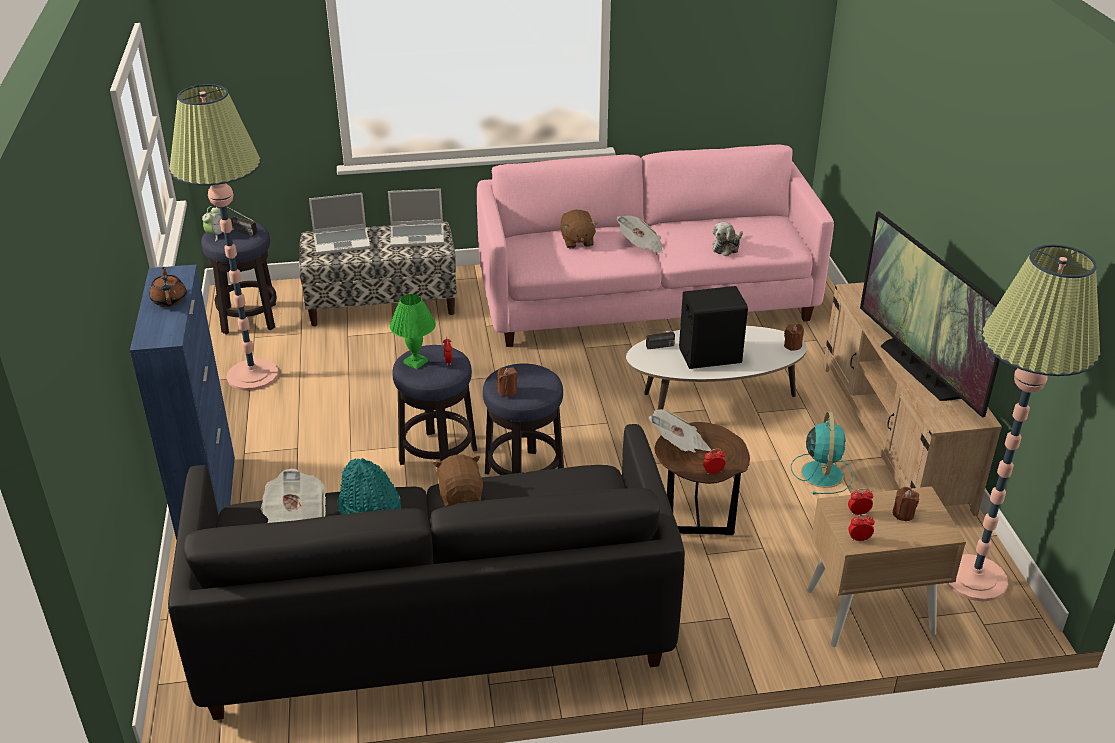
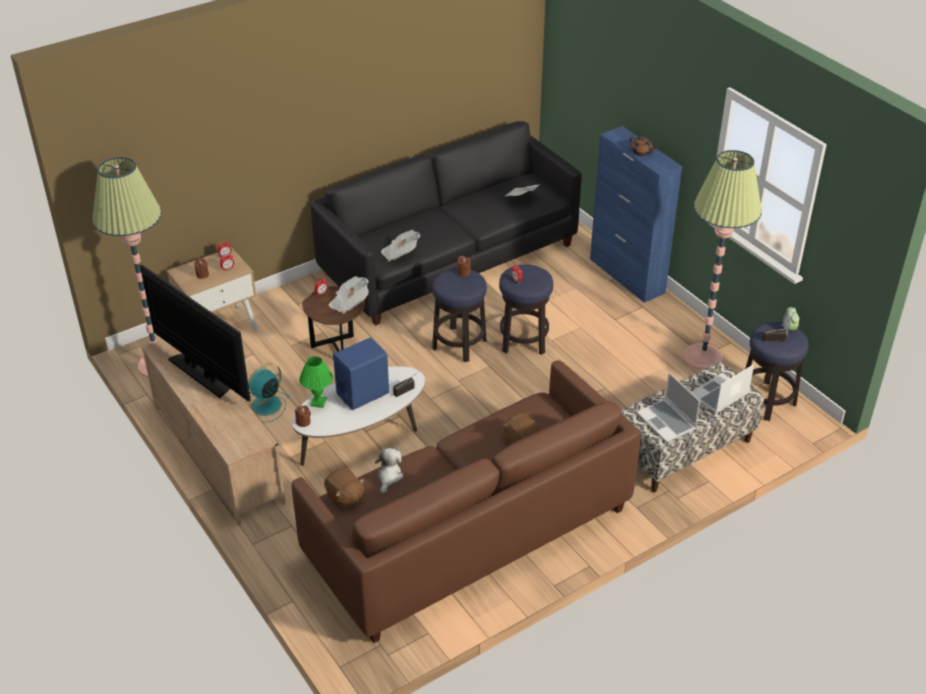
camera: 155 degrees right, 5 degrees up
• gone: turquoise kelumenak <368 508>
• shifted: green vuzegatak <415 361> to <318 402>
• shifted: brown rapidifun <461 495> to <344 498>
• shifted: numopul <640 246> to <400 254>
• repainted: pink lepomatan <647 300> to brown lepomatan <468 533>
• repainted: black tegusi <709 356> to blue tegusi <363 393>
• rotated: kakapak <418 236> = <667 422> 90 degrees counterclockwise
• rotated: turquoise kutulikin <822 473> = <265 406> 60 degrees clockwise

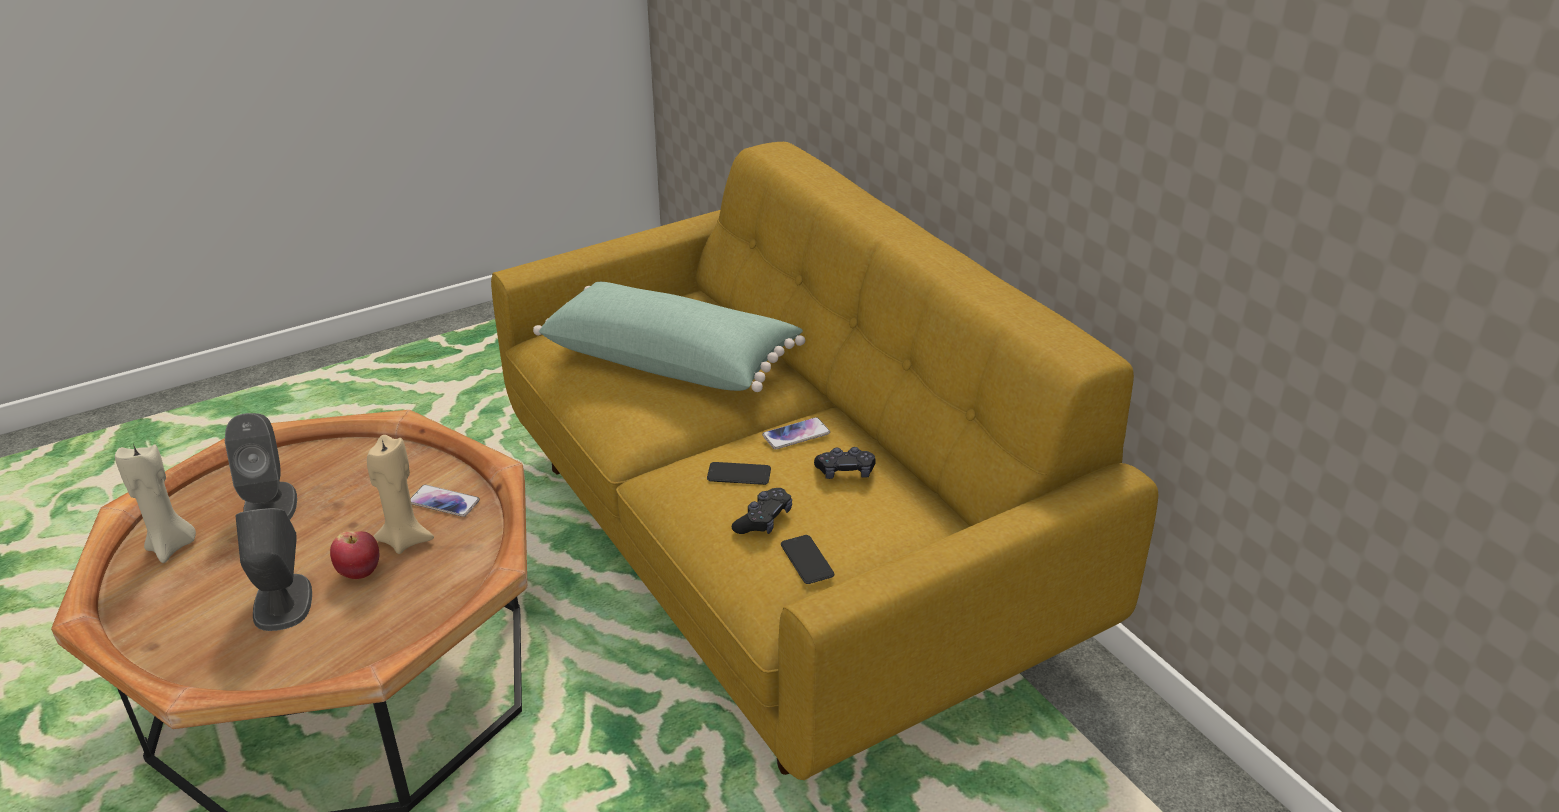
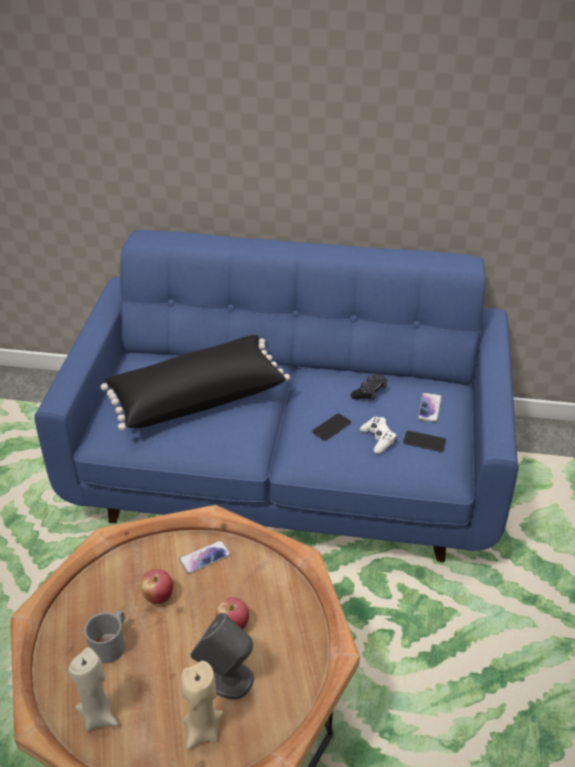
camera: 50 degrees left, 5 degrees up
• new: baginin <158 597>
• shifted: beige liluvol <405 540> to <202 730>
• shifted: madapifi <796 435> to <429 408>
• swapped: grey tegusi <270 505> to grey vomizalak <111 643>
• repainted: yellow lepomatan <782 551> to blue lepomatan <288 470>
• repainted: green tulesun <671 360> to black tulesun <196 397>
• repainted: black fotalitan <763 520> to white fotalitan <378 439>

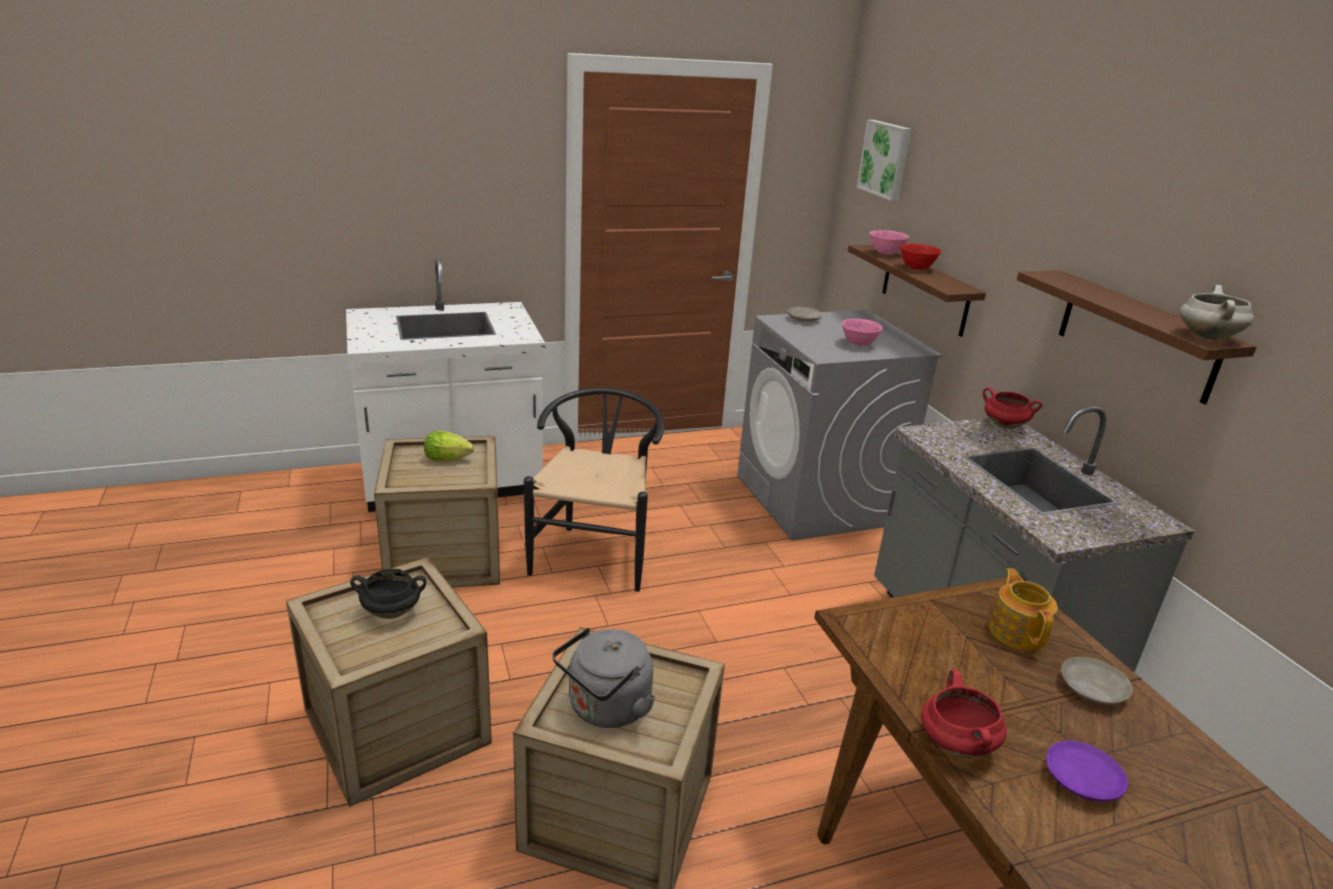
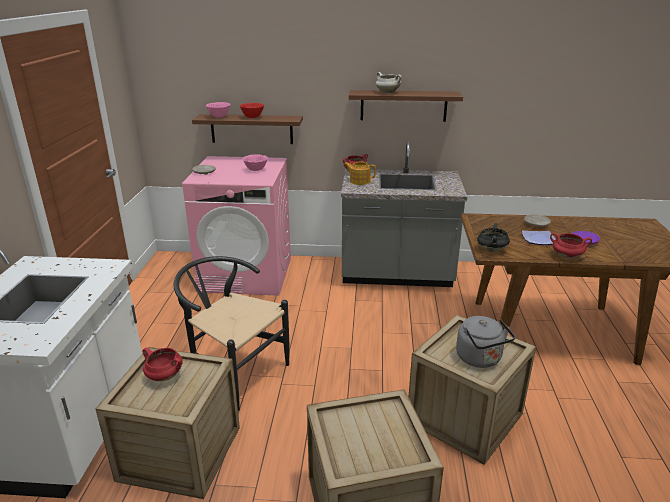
camera: 65 degrees left, 0 degrees up
• gone: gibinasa <886 159>
• new: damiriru <538 239>
• shifted: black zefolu <392 611> to <491 250>
• shifted: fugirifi <1017 631> to <359 181>
• shifted: white zefolu <1206 337> to <387 93>
• swapped: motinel <450 459> to red zefolu <164 376>
• repainted: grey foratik <816 500> to pink foratik <247 274>

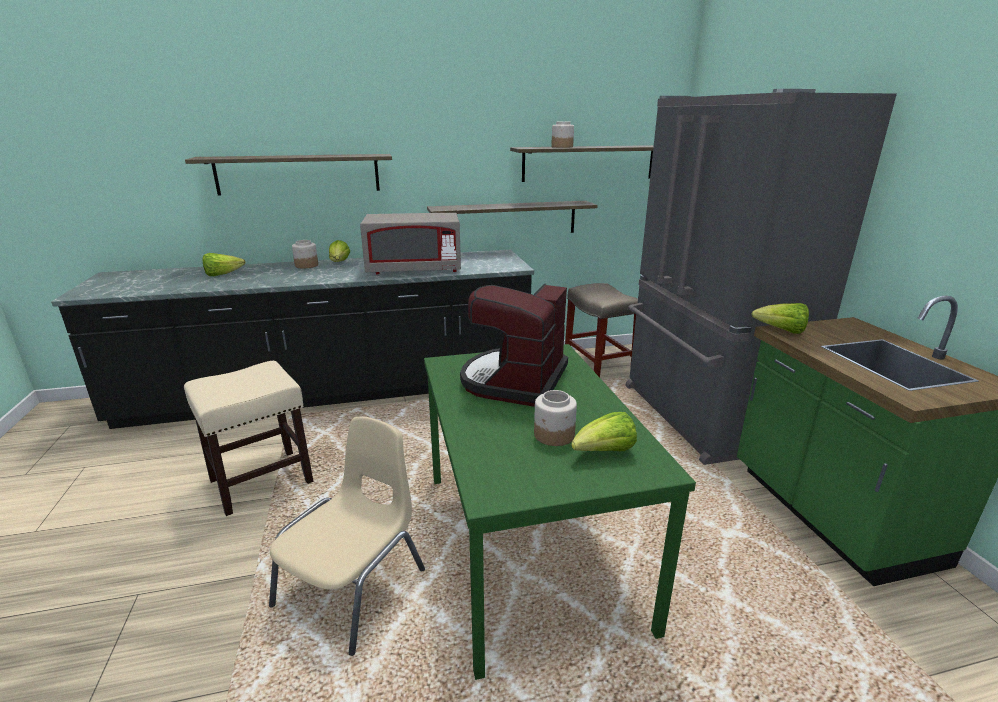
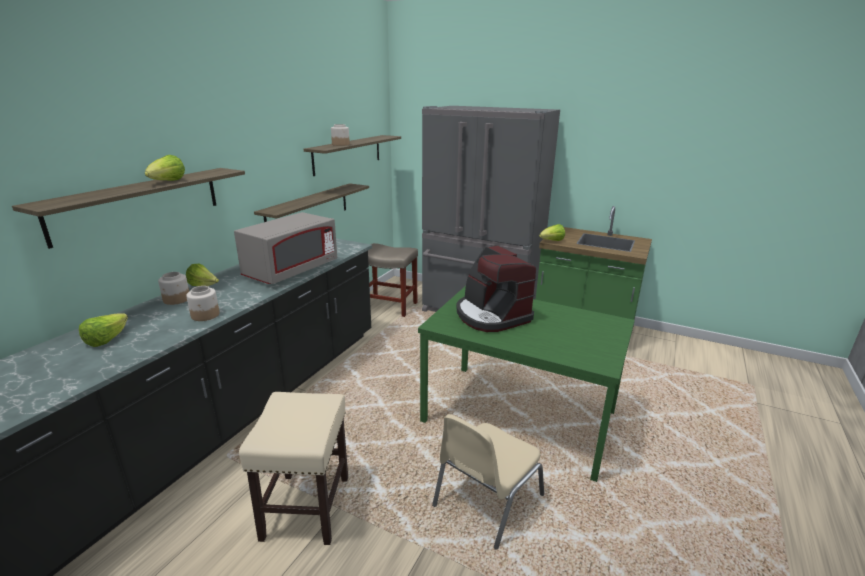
camera: 50 degrees left, 0 degrees up
• shifted: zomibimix <554 435> to <205 315>
• shifted: motinel <604 452> to <167 182>
• rotated: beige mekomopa <354 586> = <486 500> 120 degrees counterclockwise

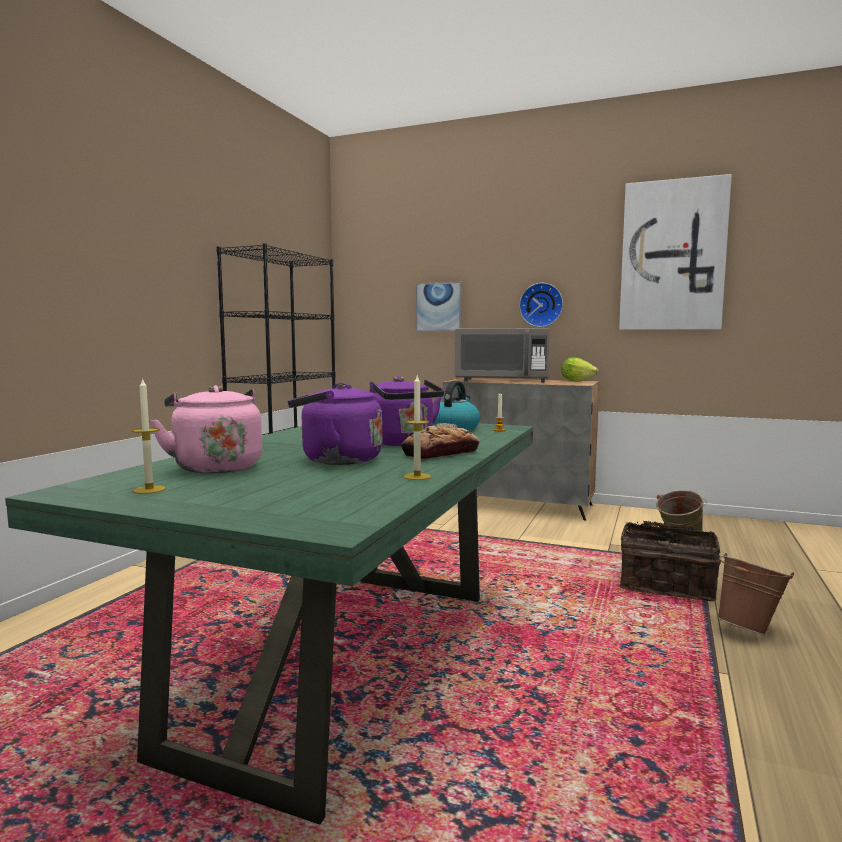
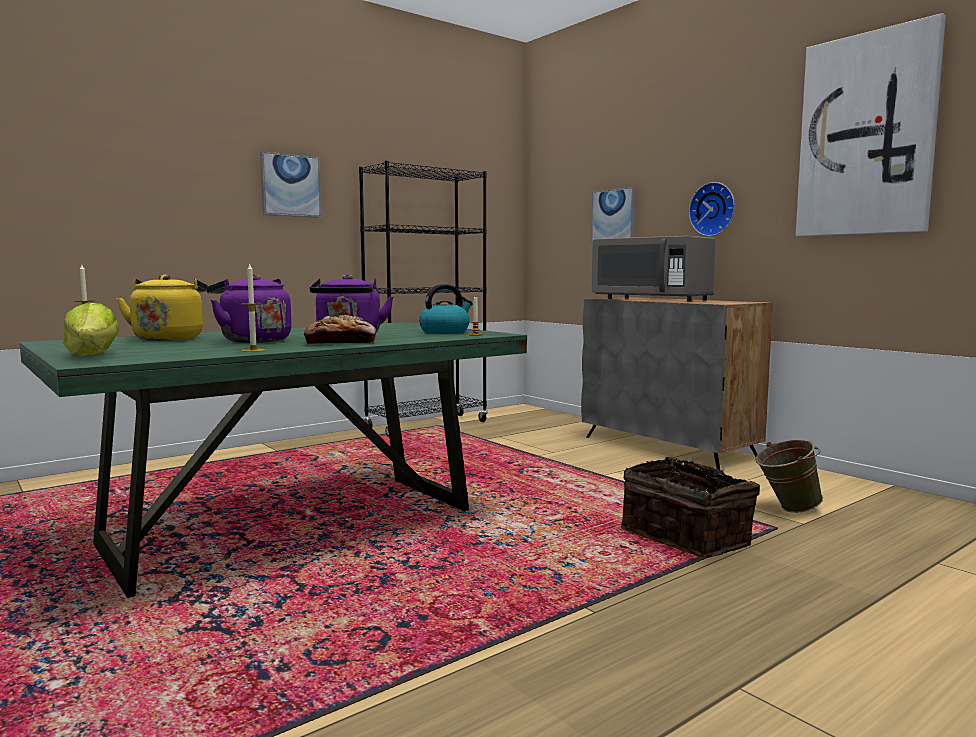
camera: 30 degrees right, 0 degrees up
• gone: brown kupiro <749 629>
• new: gibinasa <290 185>
• shifted: motinel <577 381> to <93 355>
• repainted: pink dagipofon <215 467> to yellow dagipofon <169 338>

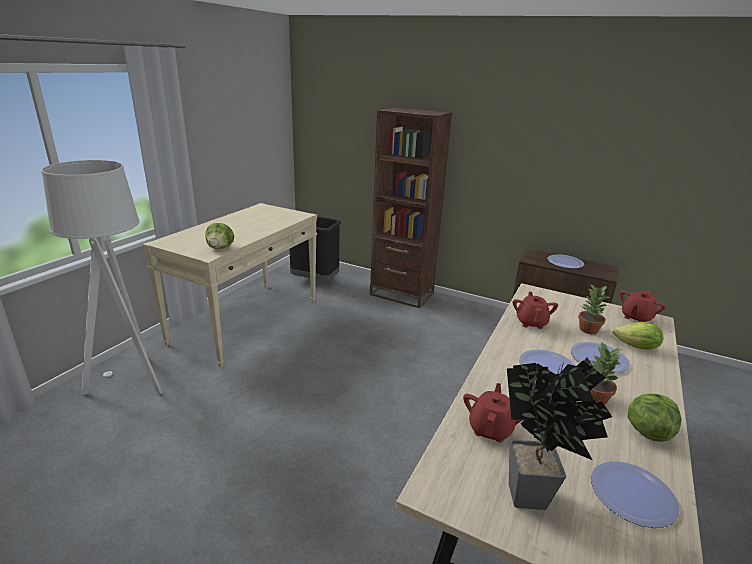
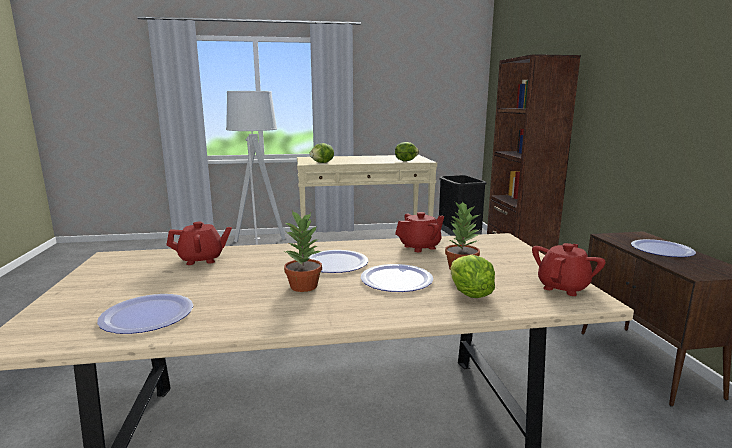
camera: 55 degrees right, 10 degrees down
• gone: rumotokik <534 499>
• shifted: motinel <647 431> to <405 161>
• rotated: red fugirifi <636 317> = <563 287> 120 degrees clockwise

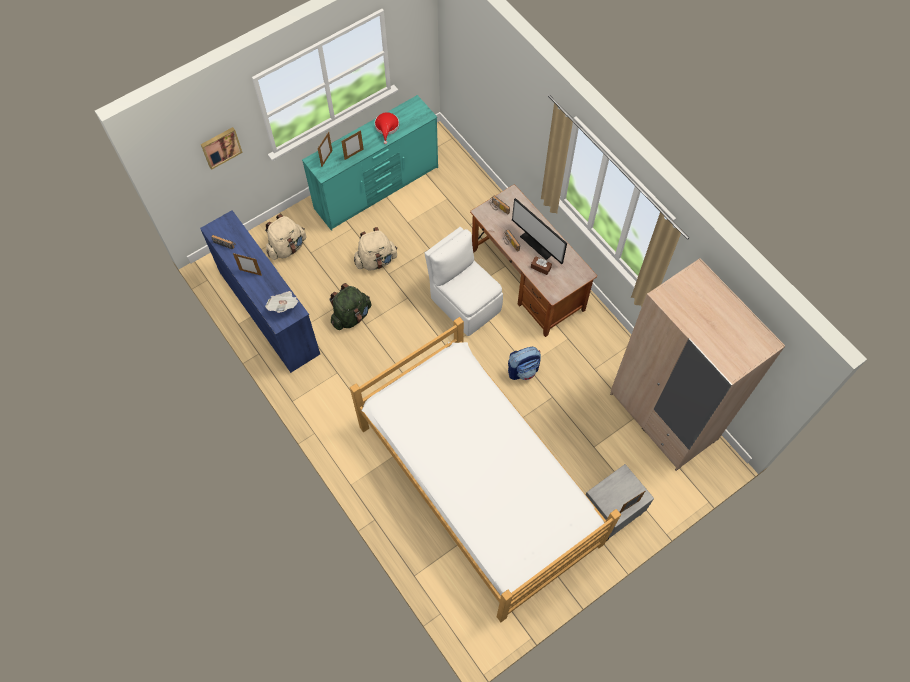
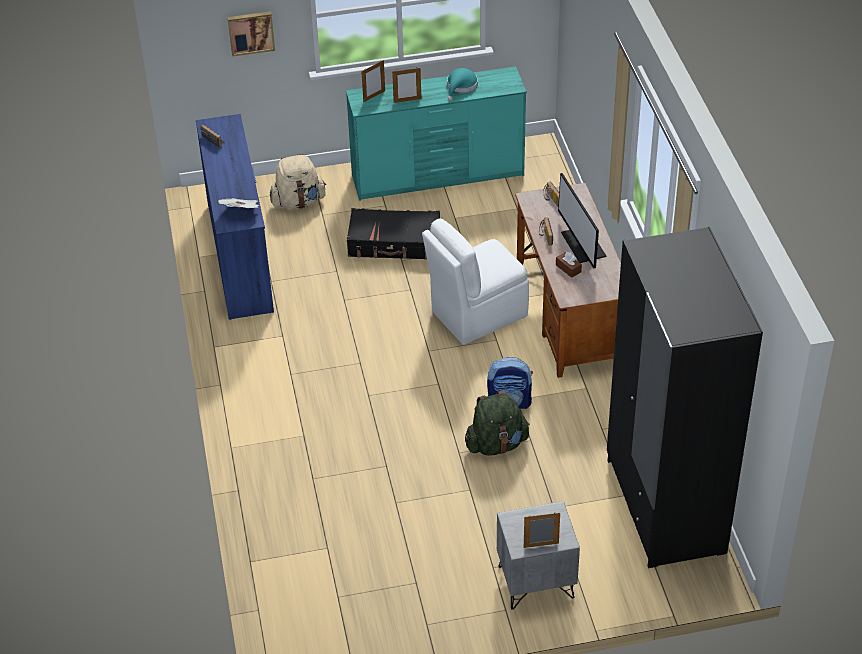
camera: 25 degrees right, 20 degrees down
• gone: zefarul <250 272>
• gone: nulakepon <478 485>
• shifted: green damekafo <351 316> to <496 444>
• swapped: beige damekafo <376 260> to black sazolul <394 243>
• repainted: red kelumenak <387 127> to turquoise kelumenak <461 86>
• repainted: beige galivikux <663 416> to black galivikux <664 506>
• rotated: white mekomopa <464 303> = <477 314> 105 degrees counterclockwise

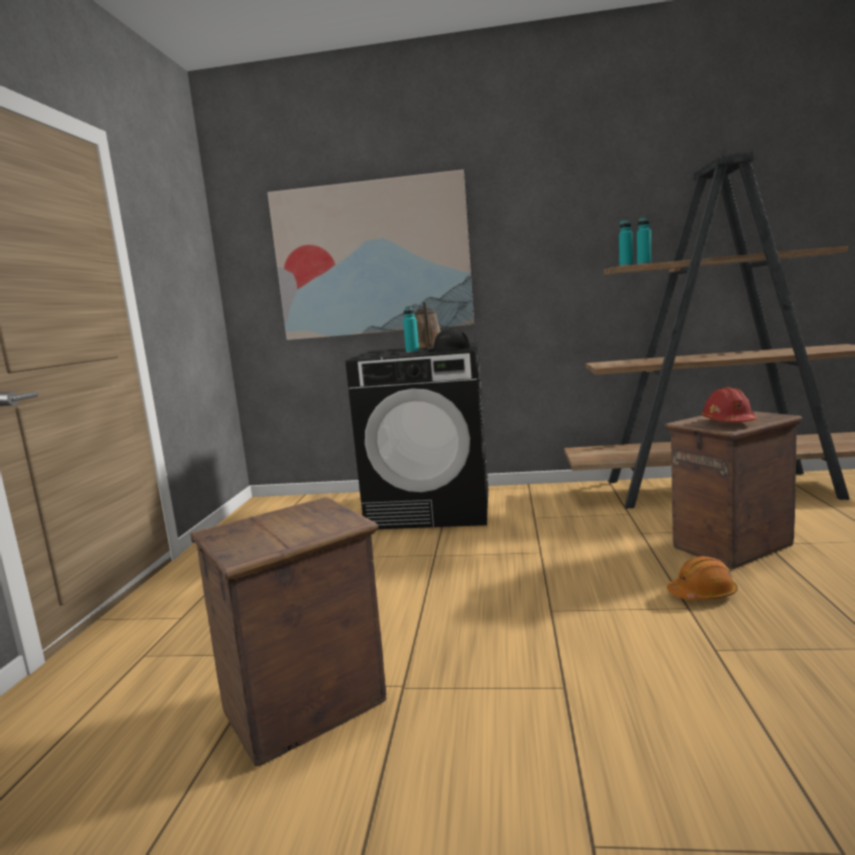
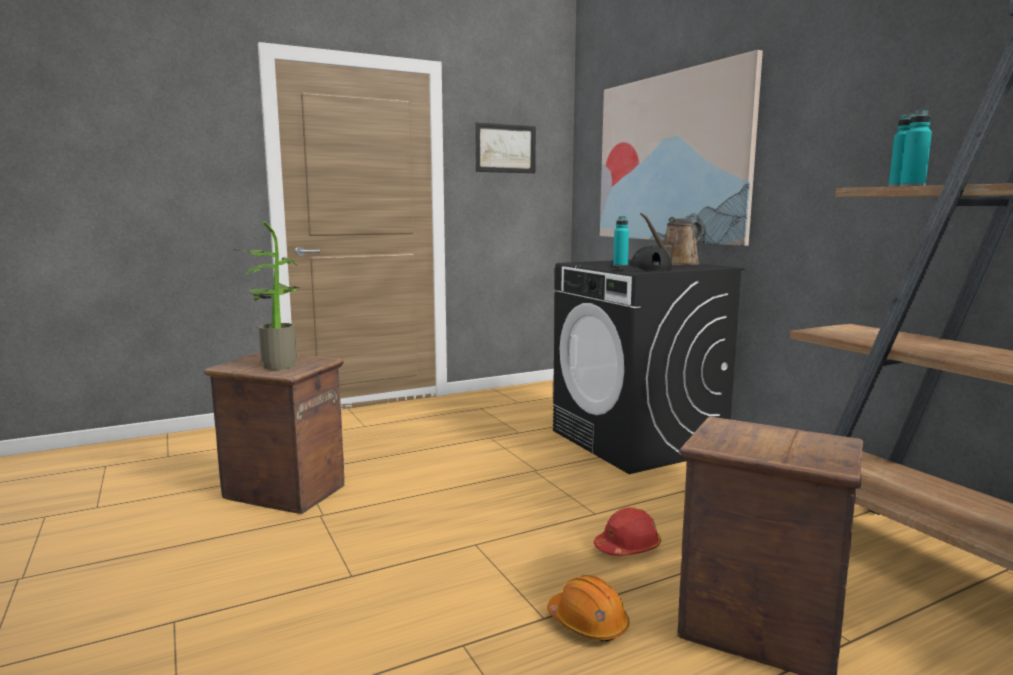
camera: 55 degrees right, 0 degrees up
• new: rumotokik <276 365>
• new: gibinasa <505 148>
• shifted: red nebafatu <728 422> to <627 547>

